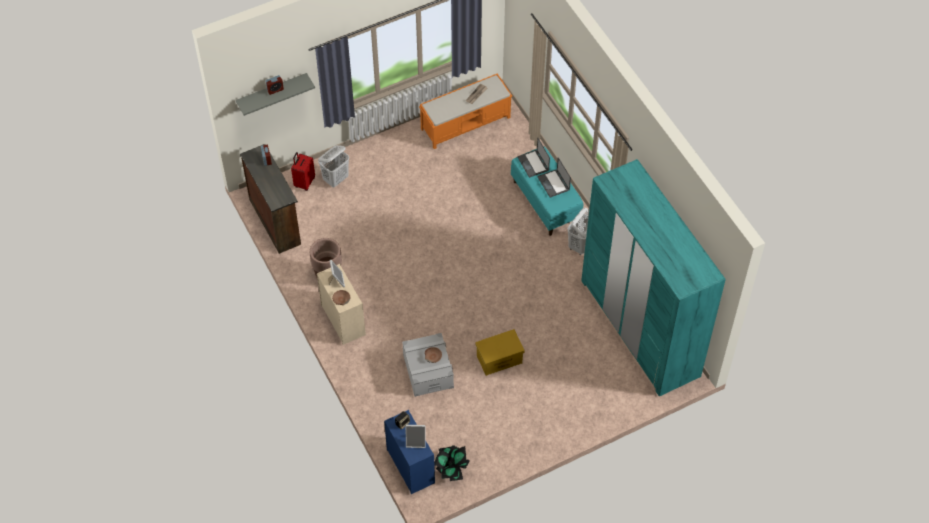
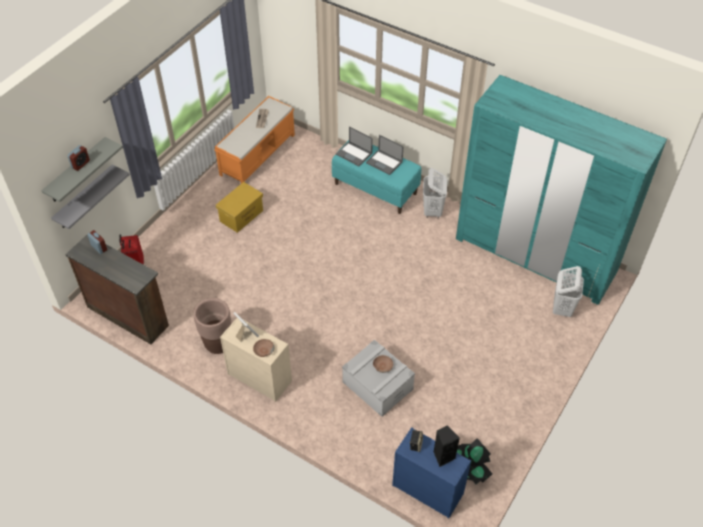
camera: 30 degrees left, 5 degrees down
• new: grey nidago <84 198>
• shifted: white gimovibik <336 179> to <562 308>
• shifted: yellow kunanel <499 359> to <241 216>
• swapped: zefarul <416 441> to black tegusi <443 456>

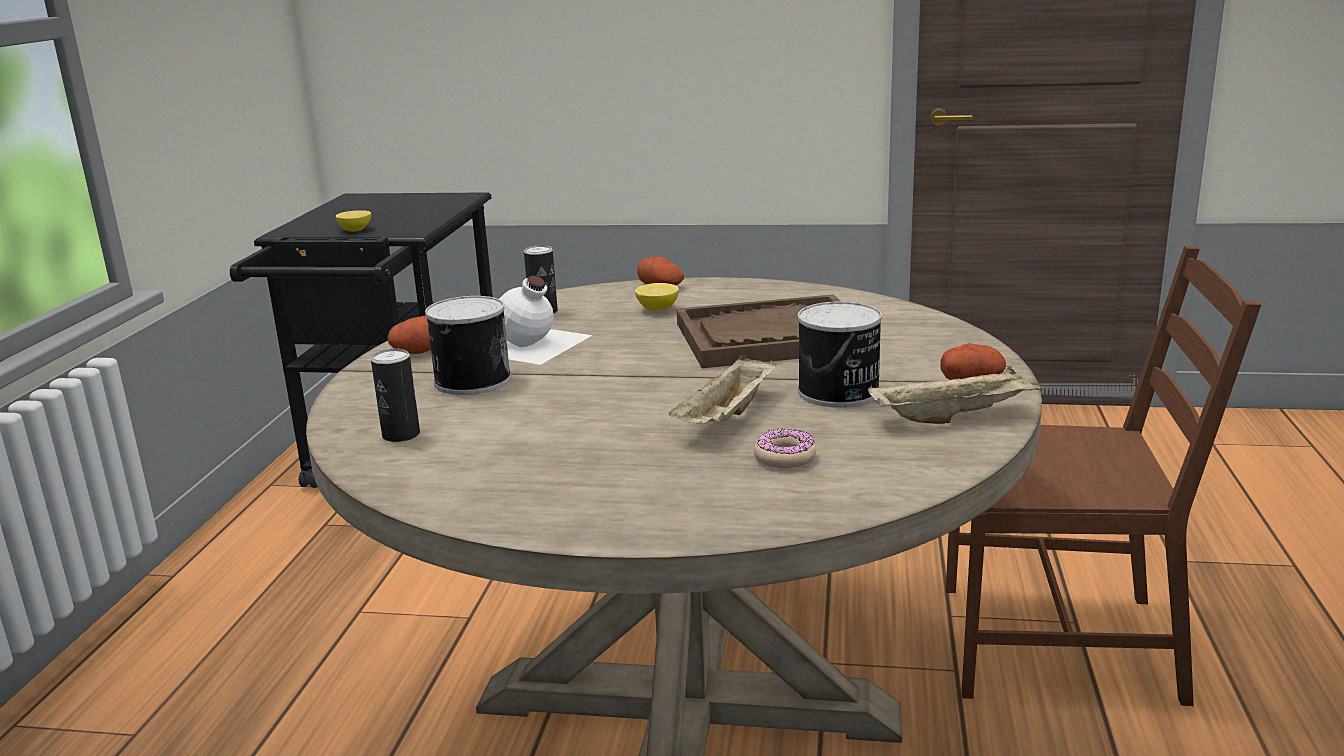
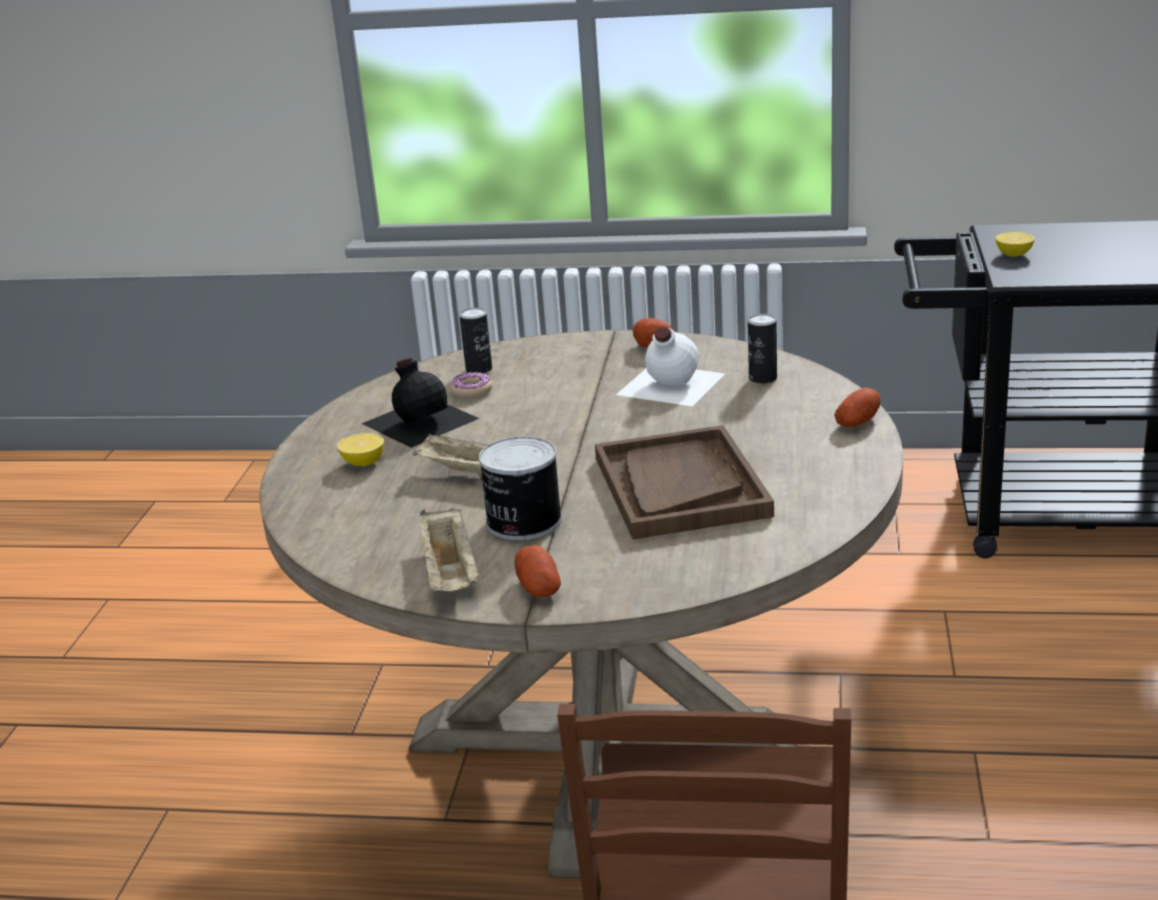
camera: 90 degrees right, 5 degrees up
• gone: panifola <470 380>
• new: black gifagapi <420 420>
• shifted: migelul <657 309> to <363 463>
• shifted: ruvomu <784 457> to <471 391>

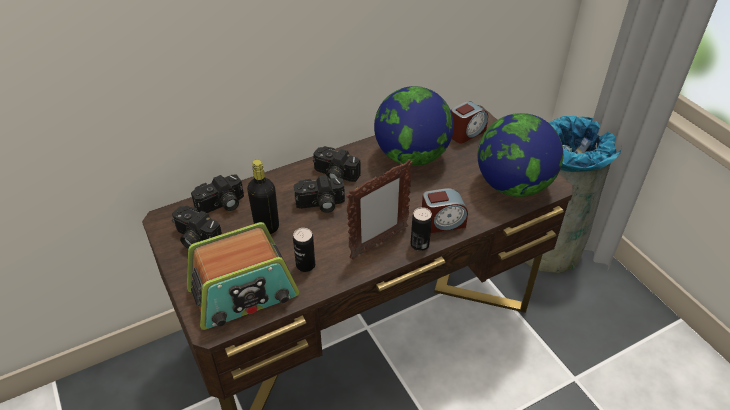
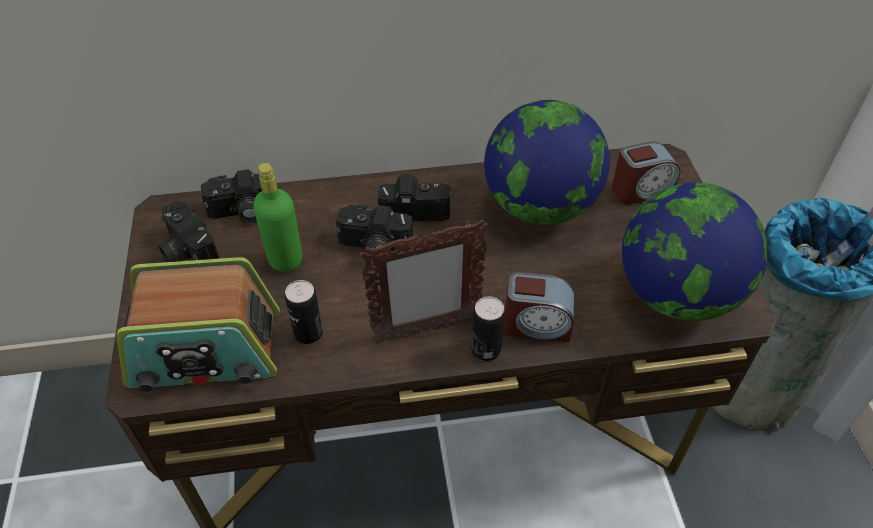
camera: 20 degrees right, 5 degrees up
• repainted: black gifagapi <267 227> to green gifagapi <285 260>
• rotated: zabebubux <334 175> = <414 207> 135 degrees clockwise

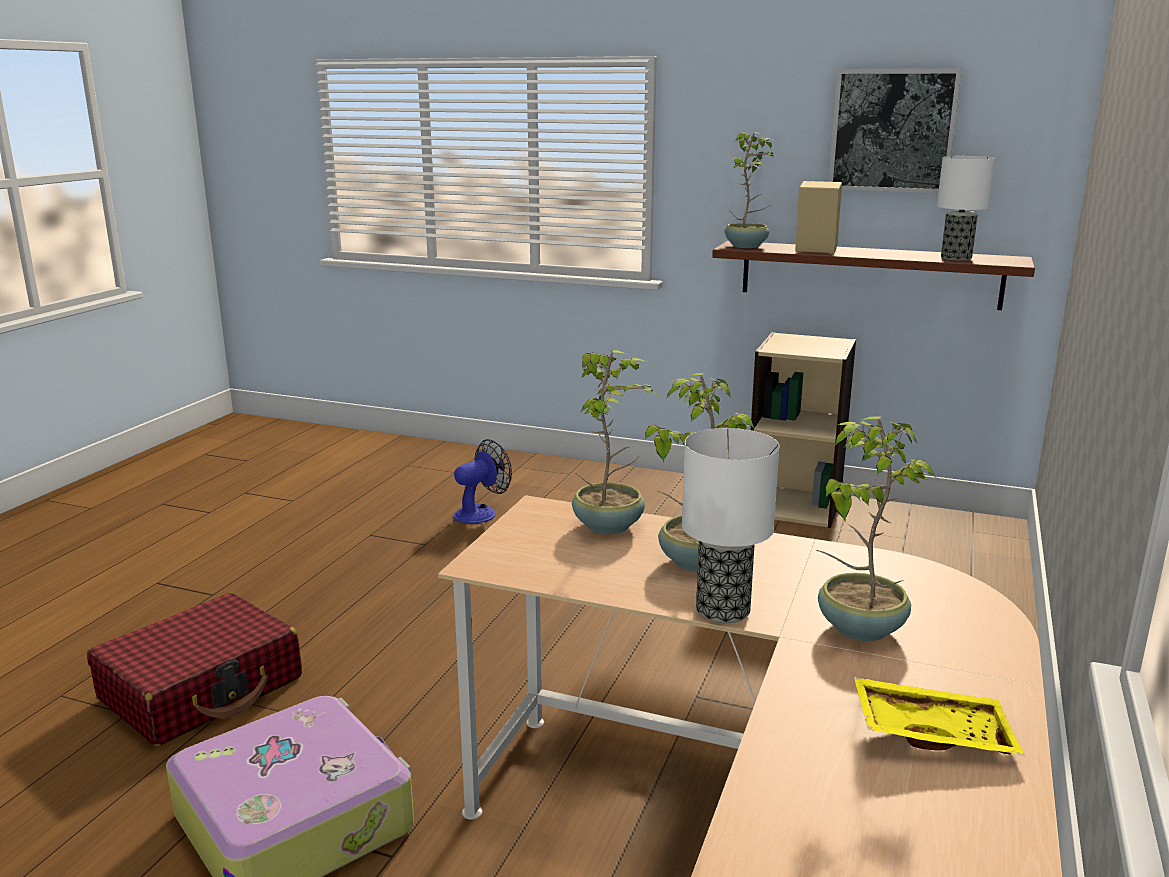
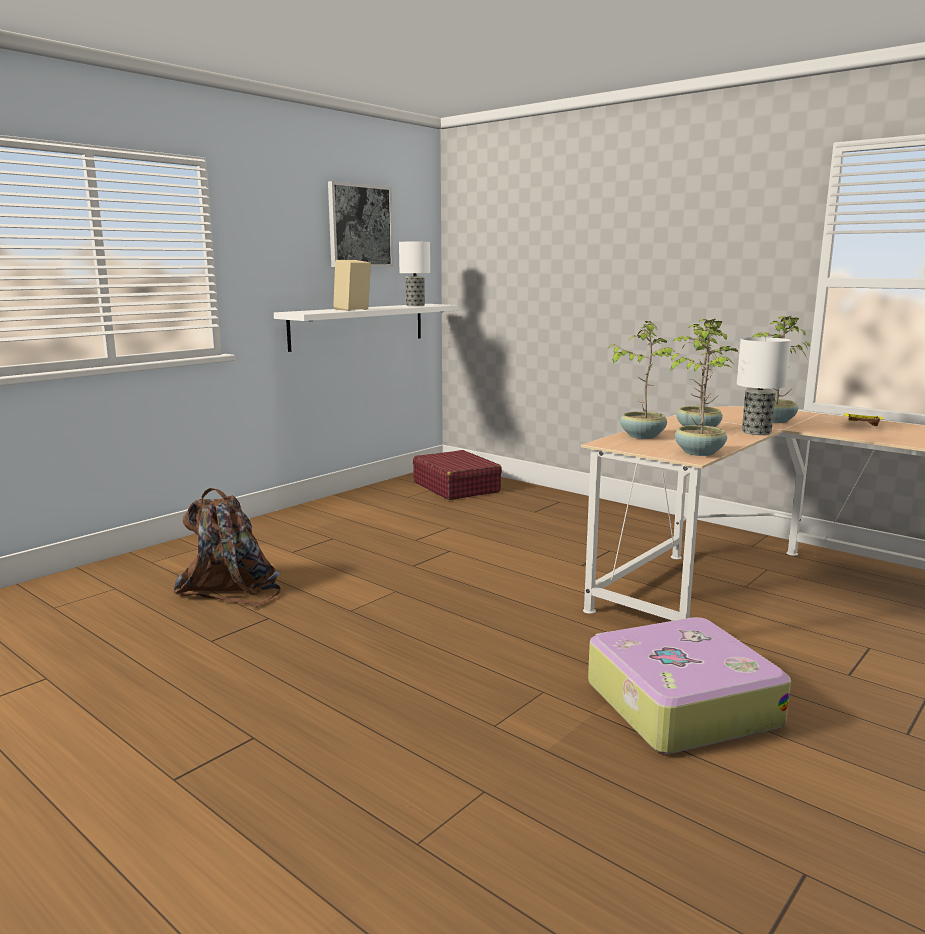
camera: 70 degrees left, 5 degrees down
• gone: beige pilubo <794 505>
• shifted: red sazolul <202 689> to <456 487>
• shifted: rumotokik <747 246> to <699 452>
• swapped: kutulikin <481 512> to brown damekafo <232 588>
• repainted: brown nidago <869 274> to white nidago <358 326>

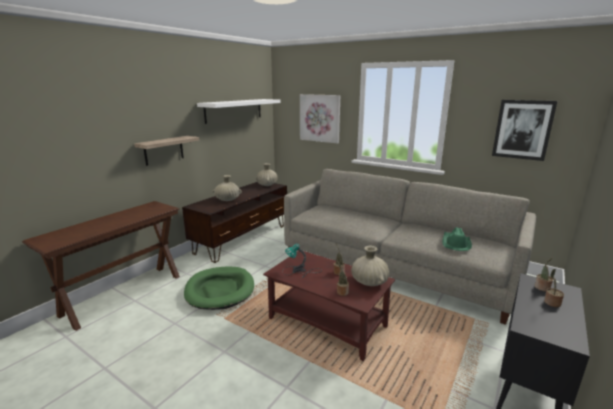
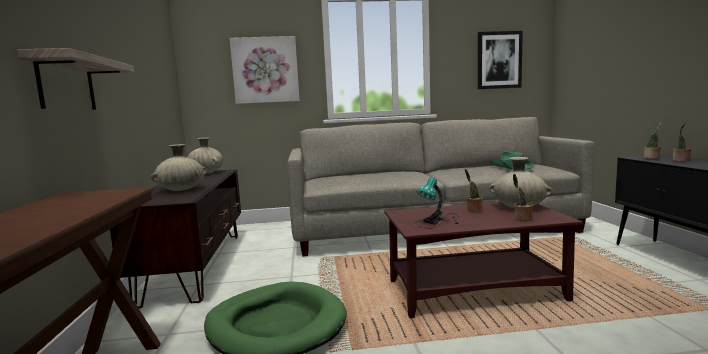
camera: 40 degrees left, 10 degrees down
• gone: white nidago <234 110>

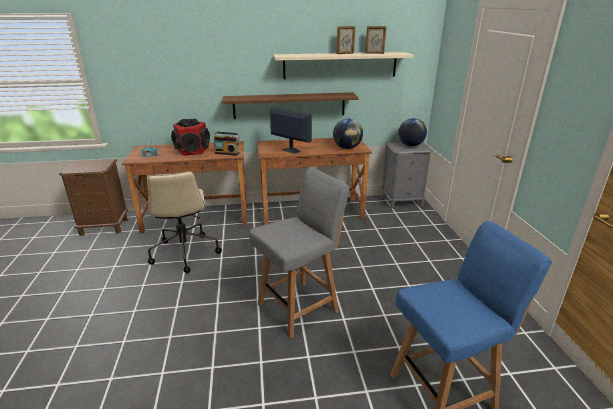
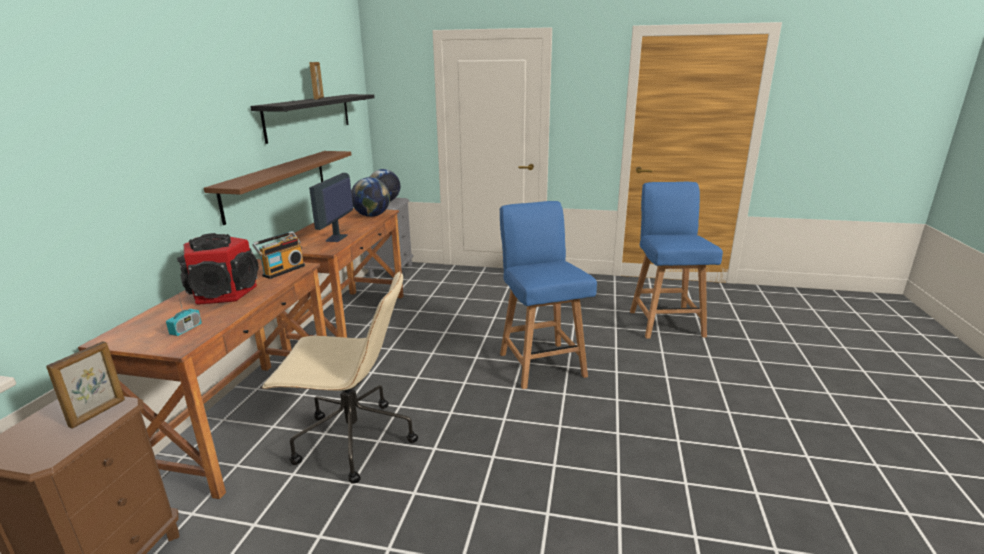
camera: 70 degrees left, 5 degrees down
• shifted: zefarul <374 53> to <98 413>
• repainted: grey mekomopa <299 307> to blue mekomopa <541 363>
• repainted: beige nidago <340 65> to black nidago <309 116>
• rotated: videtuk <290 150> = <336 238> 45 degrees counterclockwise

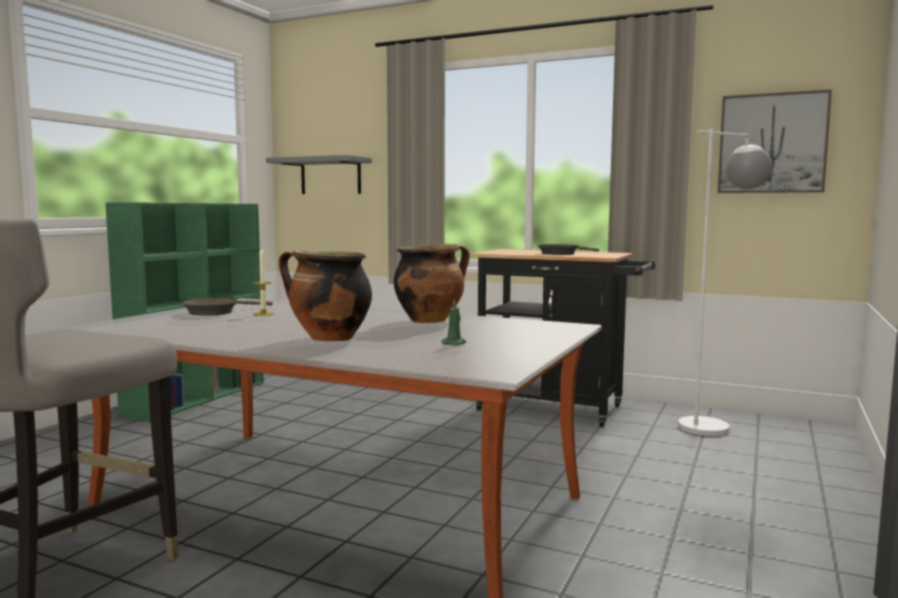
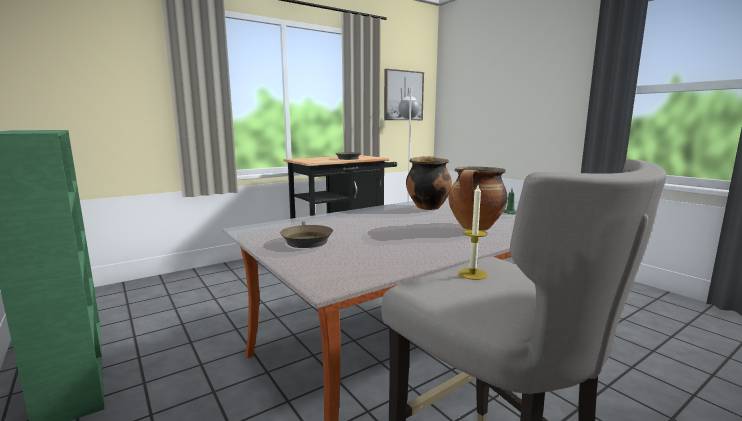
camera: 60 degrees left, 5 degrees up
• gone: grey nidago <330 176>
• shifted: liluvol <263 314> to <472 274>

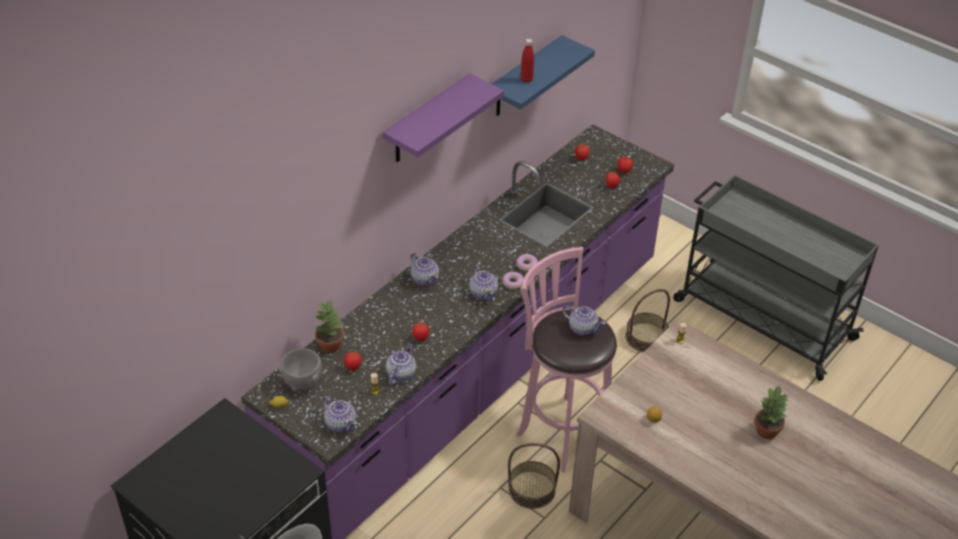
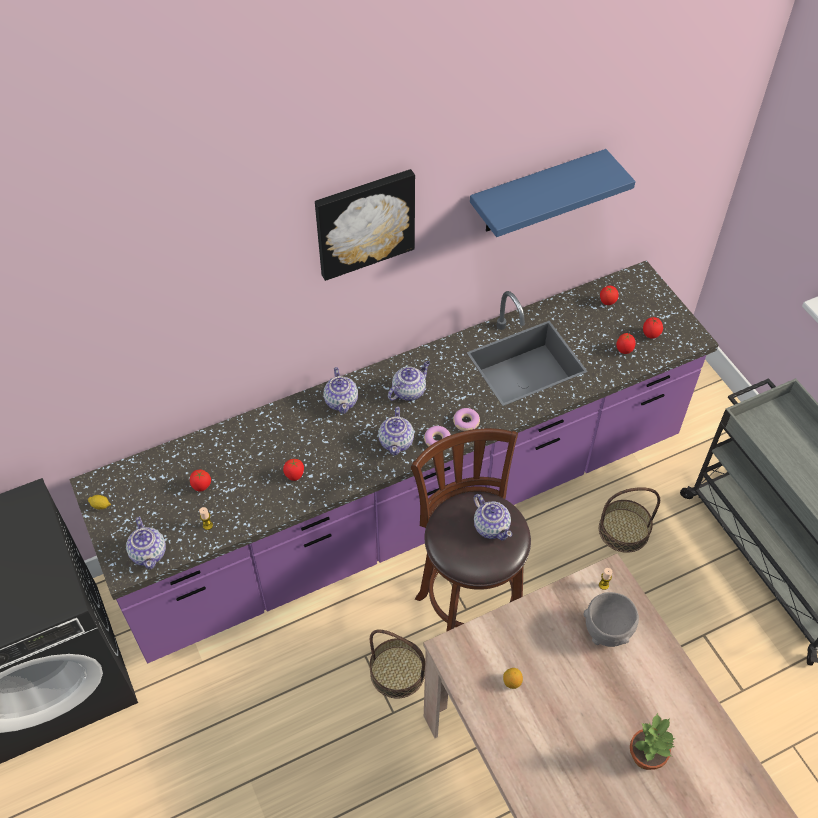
camera: 25 degrees right, 10 degrees up
• gone: rumotokik <330 345>
• gone: red gifagapi <526 79>
• shifted: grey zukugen <303 382> to <608 630>
• shifted: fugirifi <401 373> to <409 391>
• swapped: purple nidago <427 120> to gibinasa <364 222>
• repainted: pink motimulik <560 430> to brown motimulik <467 610>

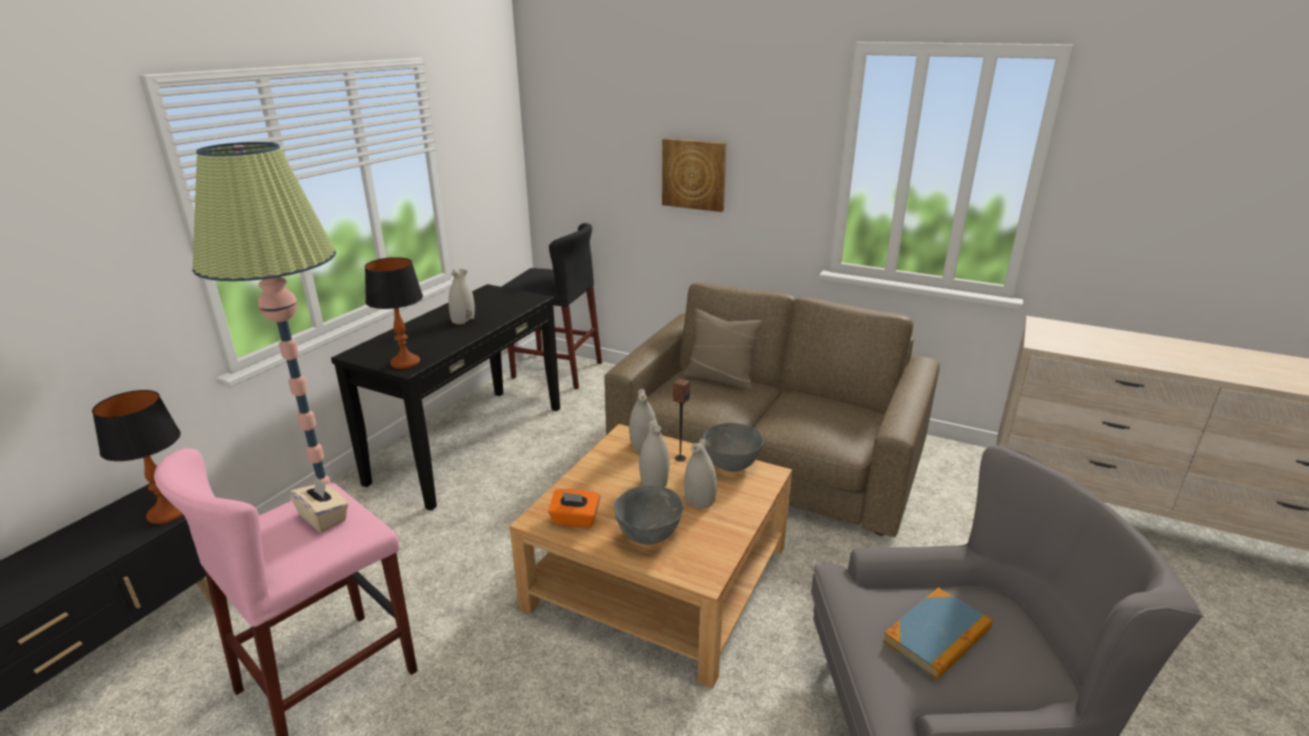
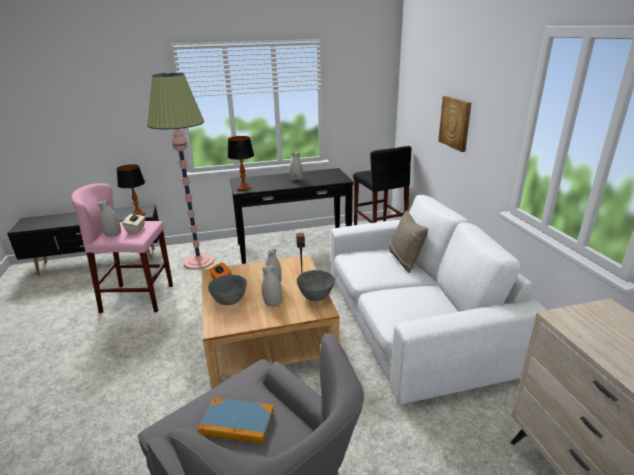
camera: 50 degrees right, 0 degrees up
• shifted: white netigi <643 446> to <112 234>
• repainted: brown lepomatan <767 455> to white lepomatan <412 322>

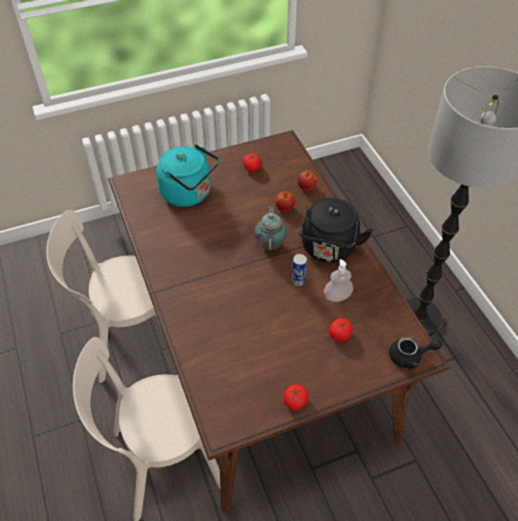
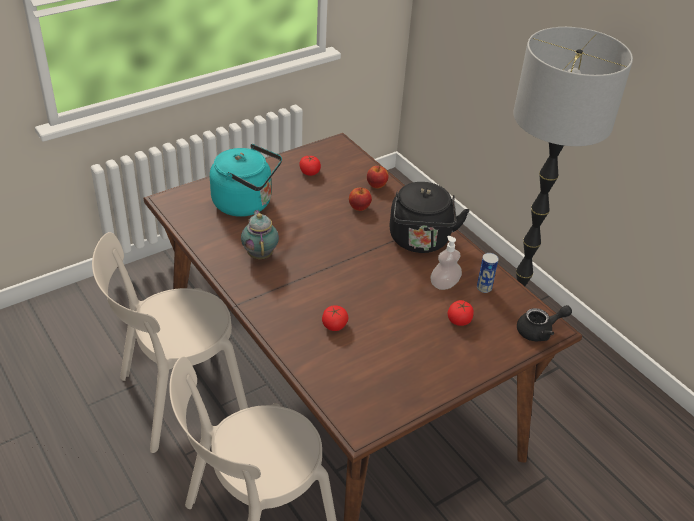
camera: 15 degrees left, 10 degrees down
• shifted: fugirifi <270 244> to <260 254>
• shifted: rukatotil <295 401> to <334 325>
• shifted: panifola <298 281> to <484 288>

